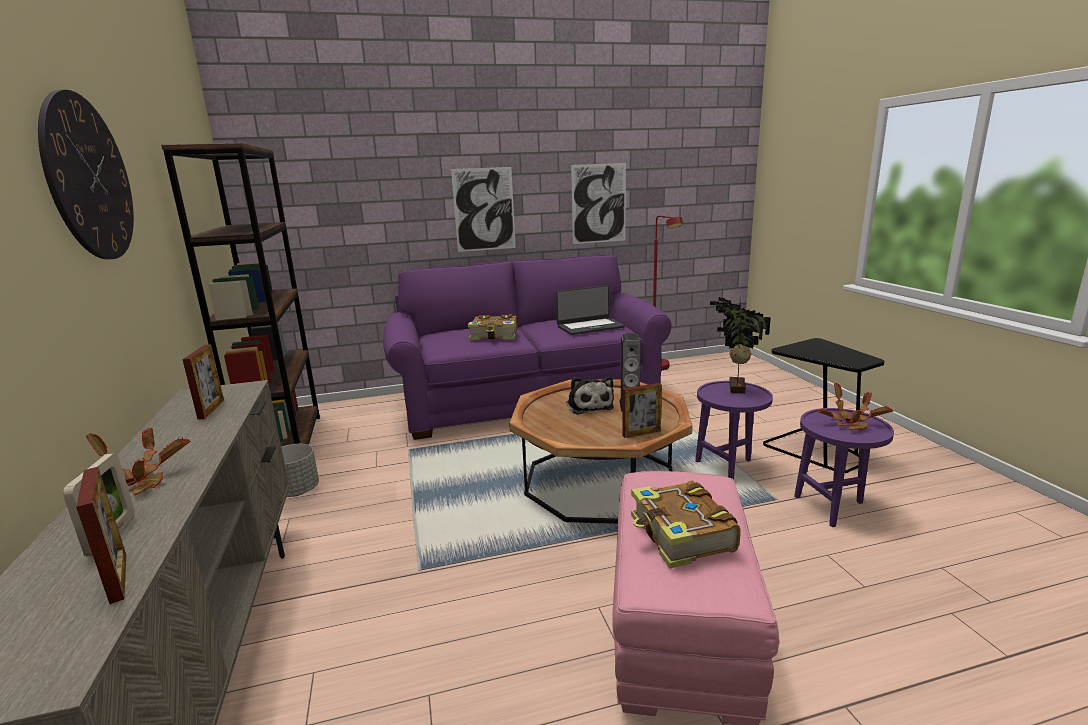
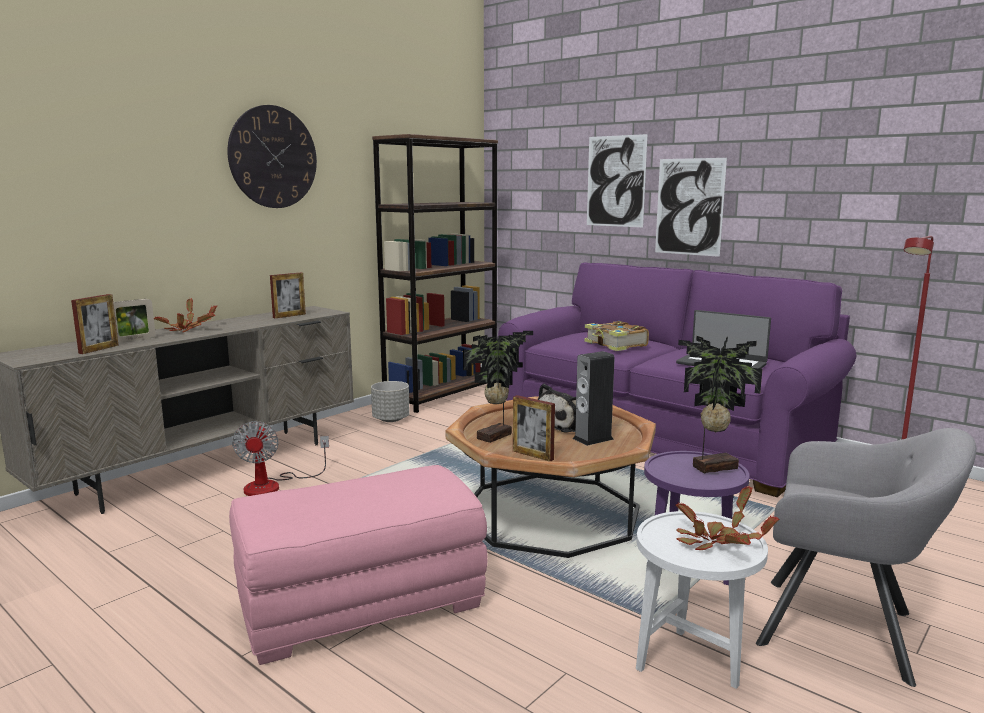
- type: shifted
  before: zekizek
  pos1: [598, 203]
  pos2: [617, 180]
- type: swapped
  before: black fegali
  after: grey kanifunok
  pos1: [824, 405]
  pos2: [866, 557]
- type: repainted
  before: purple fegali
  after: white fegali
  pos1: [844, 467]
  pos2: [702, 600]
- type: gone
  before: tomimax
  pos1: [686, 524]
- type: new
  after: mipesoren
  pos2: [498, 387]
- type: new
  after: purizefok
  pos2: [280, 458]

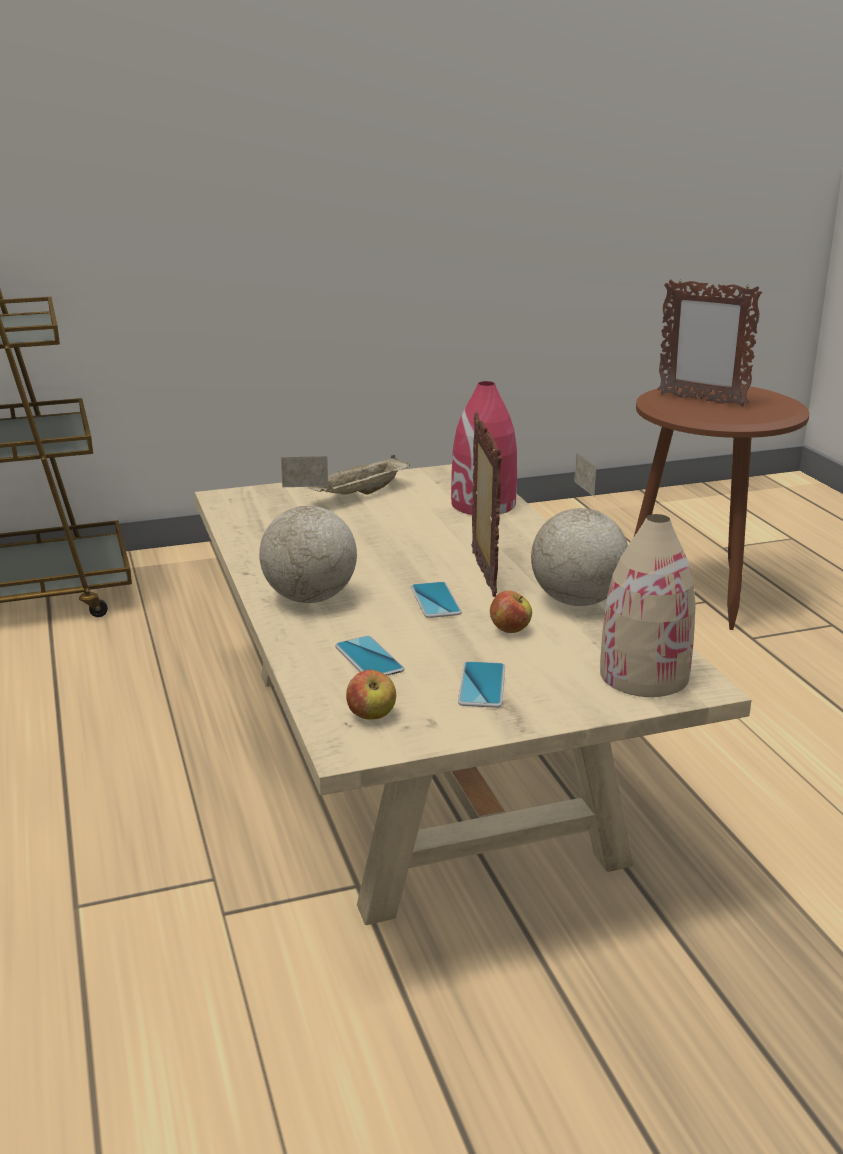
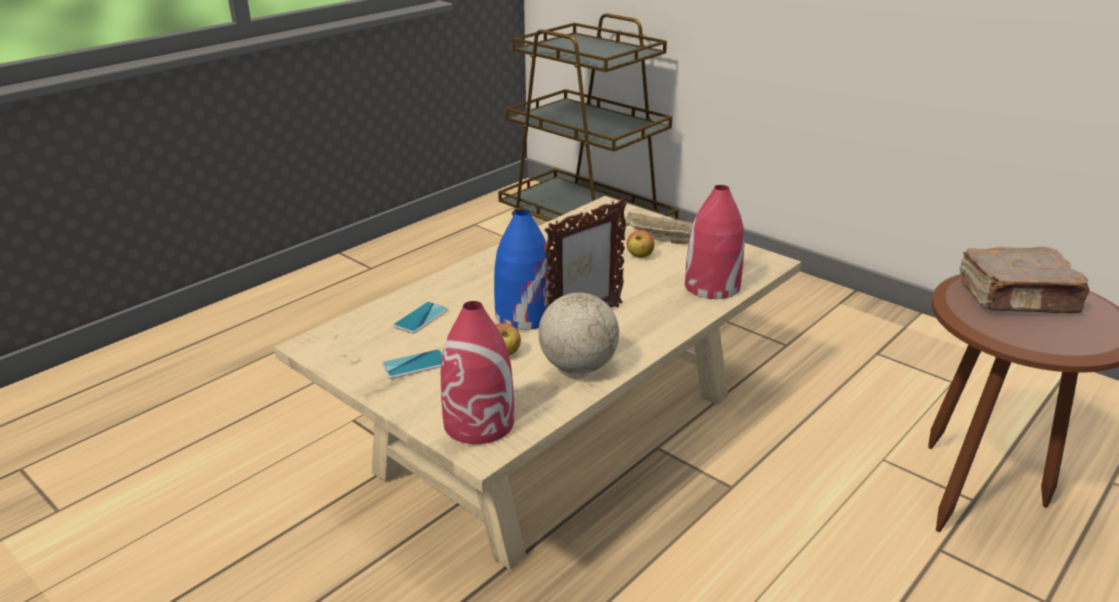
- type: swapped
  before: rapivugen
  after: brown tomimax
  pos1: [710, 343]
  pos2: [1025, 280]
- type: gone
  before: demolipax
  pos1: [308, 529]
- type: repainted
  before: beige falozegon
  after: red falozegon
  pos1: [648, 605]
  pos2: [477, 372]
- type: swapped
  before: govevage
  after: blue falozegon
  pos1: [436, 600]
  pos2: [524, 269]
- type: shifted
  before: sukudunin
  pos1: [371, 694]
  pos2: [641, 244]

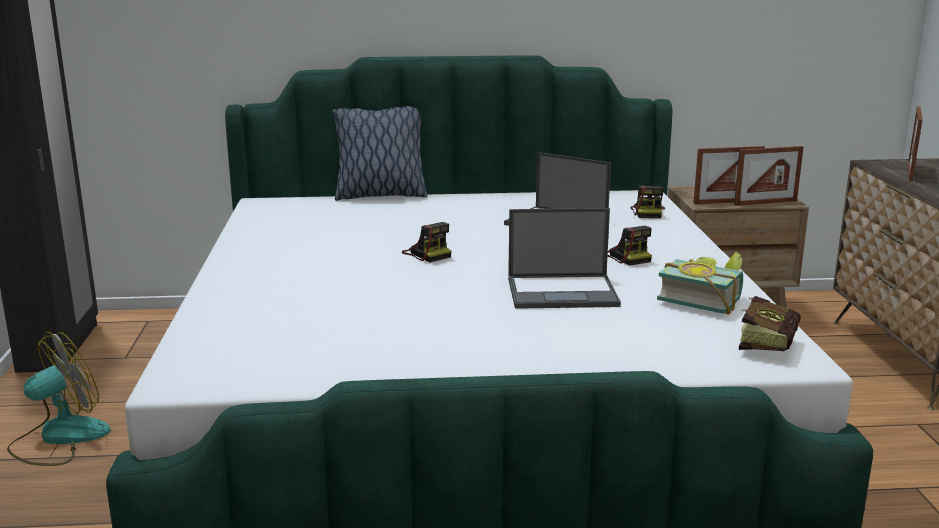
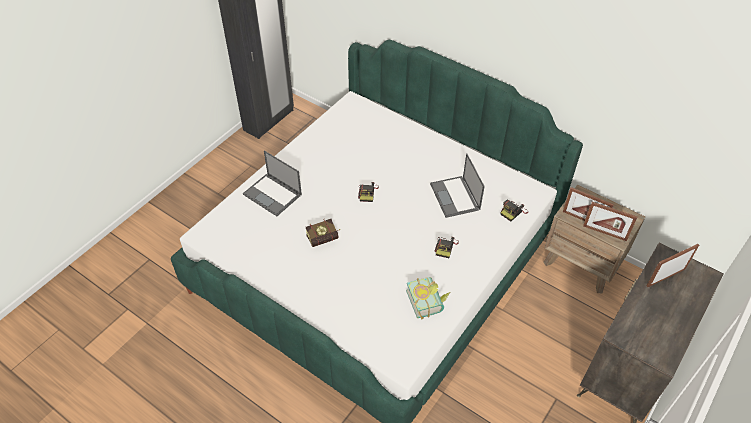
- type: gone
  before: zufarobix
  pos1: [380, 153]
- type: shifted
  before: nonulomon
  pos1: [564, 258]
  pos2: [272, 183]
- type: shifted
  before: tomimax
  pos1: [770, 323]
  pos2: [323, 233]
- type: gone
  before: purizefok
  pos1: [58, 399]

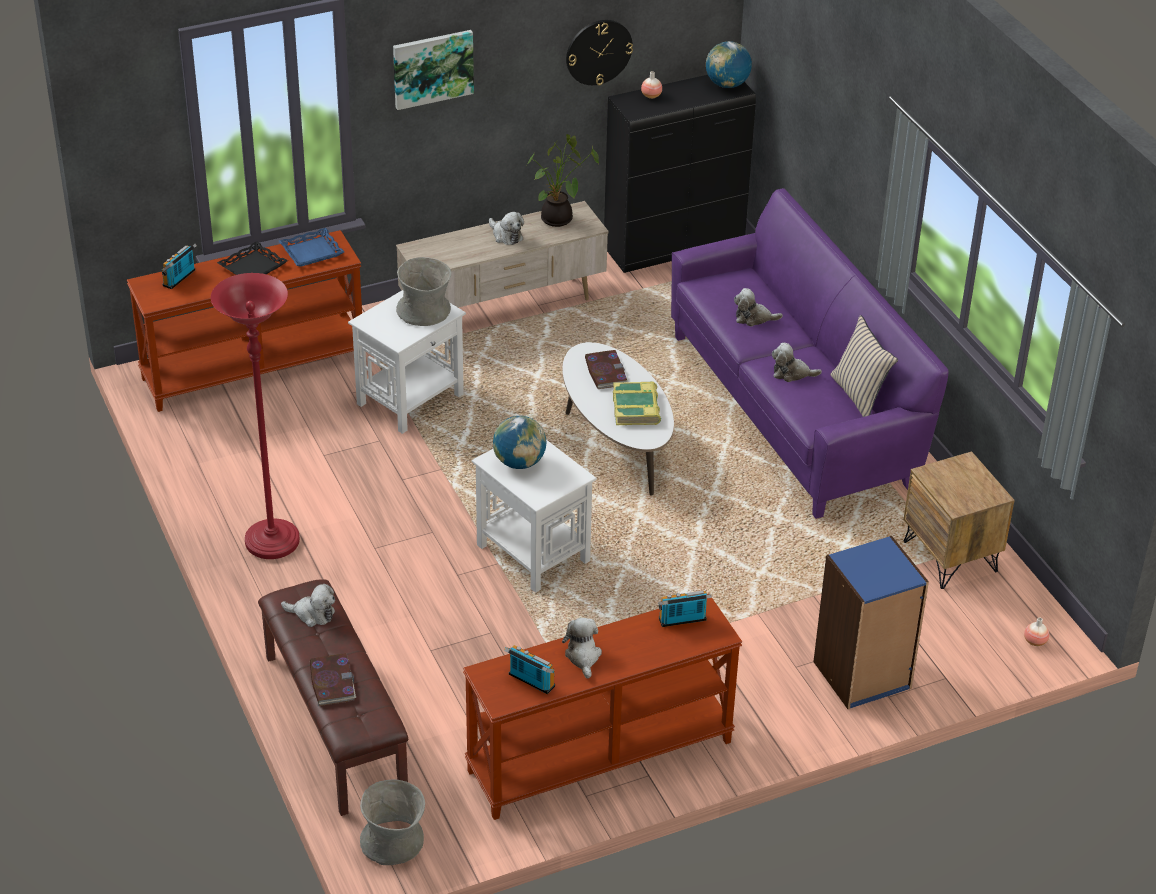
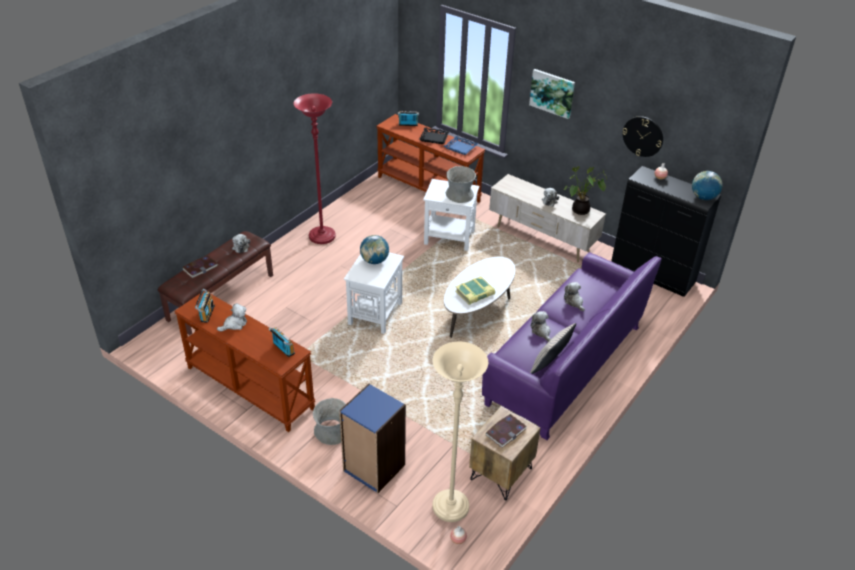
- type: shifted
  before: tomimax
  pos1: [606, 369]
  pos2: [506, 431]
- type: shifted
  before: grey falozegon
  pos1: [392, 822]
  pos2: [329, 421]
- type: new
  after: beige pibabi
  pos2: [460, 432]

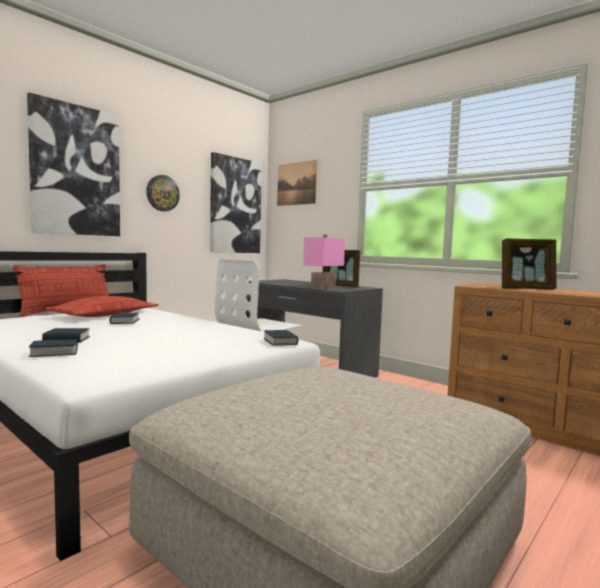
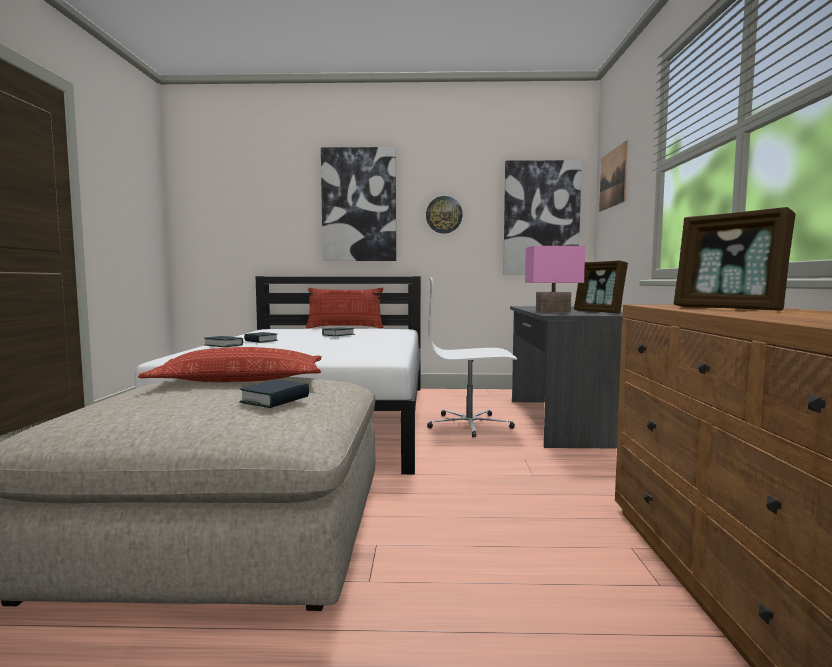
- type: shifted
  before: zufarobix
  pos1: [102, 306]
  pos2: [230, 364]
- type: shifted
  before: tomimax
  pos1: [280, 338]
  pos2: [274, 393]

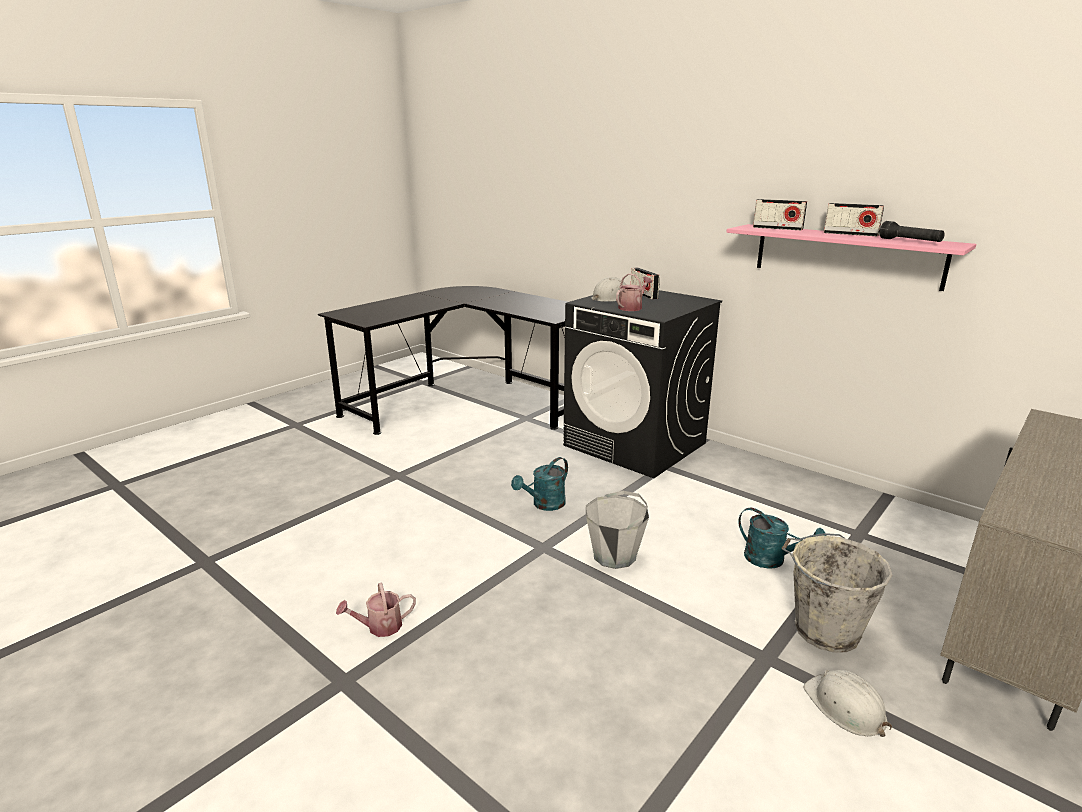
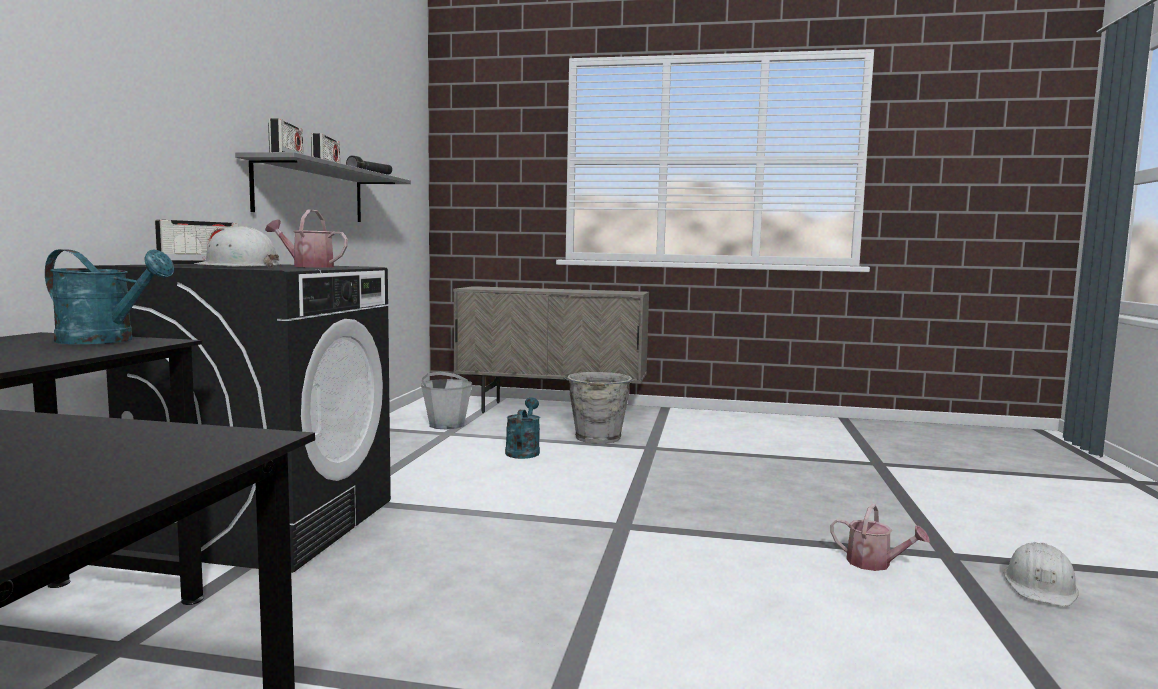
- type: repainted
  before: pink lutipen
  after: grey lutipen
  pos1: [851, 257]
  pos2: [323, 187]
- type: shifted
  before: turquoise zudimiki
  pos1: [539, 484]
  pos2: [109, 296]
- type: shifted
  before: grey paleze
  pos1: [617, 530]
  pos2: [446, 401]
- type: shifted
  before: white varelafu
  pos1: [848, 703]
  pos2: [1041, 574]

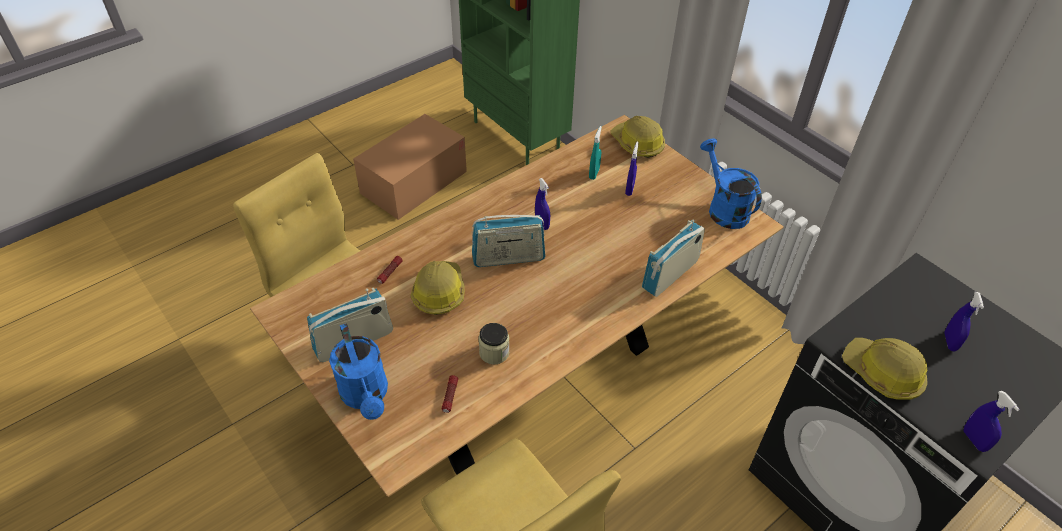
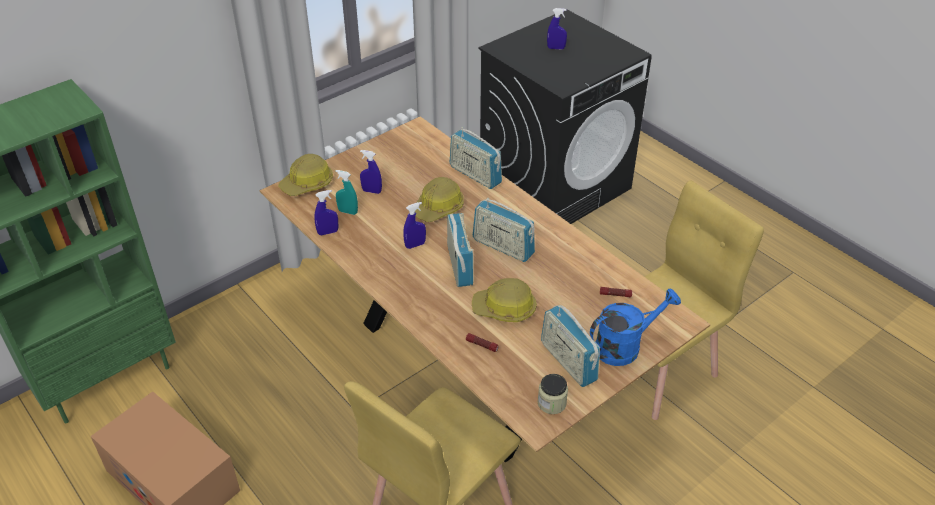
- type: gone
  before: blue zudimiki
  pos1: [731, 184]
- type: shifted
  before: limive
  pos1: [493, 344]
  pos2: [553, 394]
- type: shifted
  before: varelafu
  pos1: [885, 369]
  pos2: [439, 199]
- type: shifted
  before: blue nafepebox
  pos1: [991, 421]
  pos2: [327, 212]
- type: new
  after: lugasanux
  pos2: [504, 230]

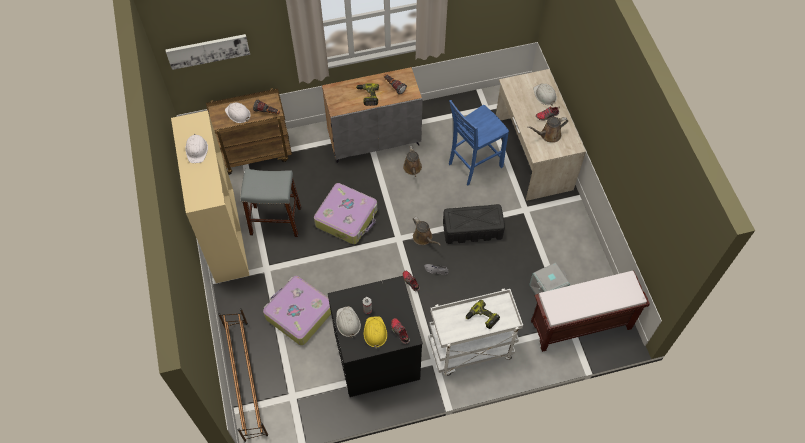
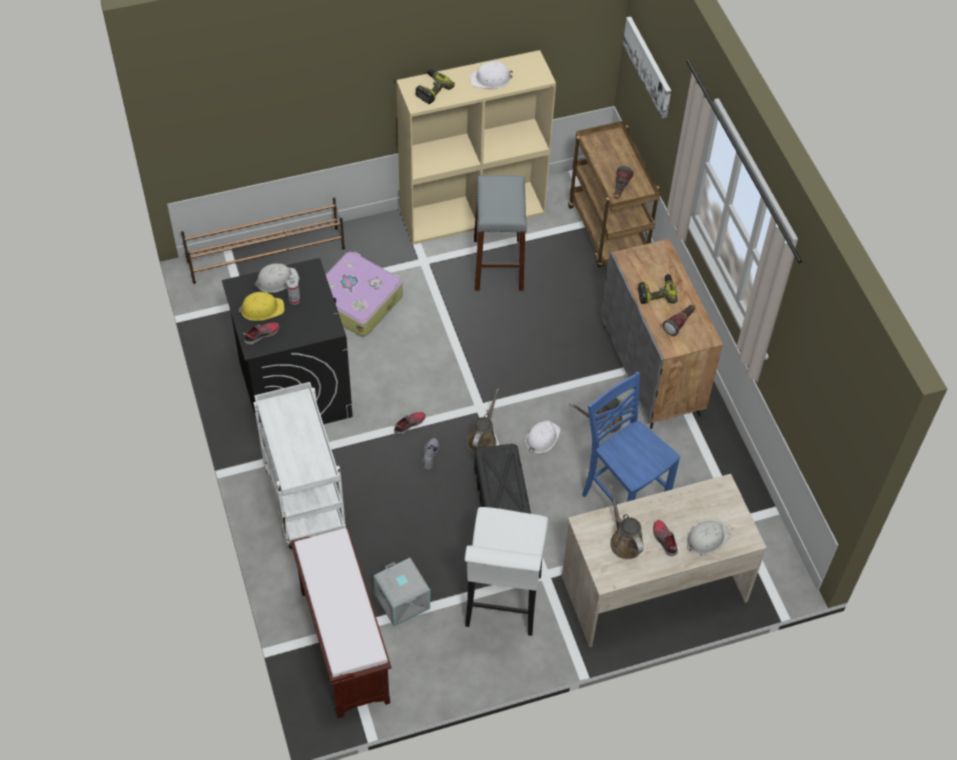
- type: shifted
  before: white varelafu
  pos1: [238, 112]
  pos2: [543, 437]
- type: gone
  before: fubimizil
  pos1: [345, 213]
- type: rotated
  before: brown zudimiki
  pos1: [427, 231]
  pos2: [483, 420]
  turn: 150
- type: shifted
  before: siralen
  pos1: [483, 314]
  pos2: [435, 86]
- type: new
  after: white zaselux
  pos2: [506, 571]

